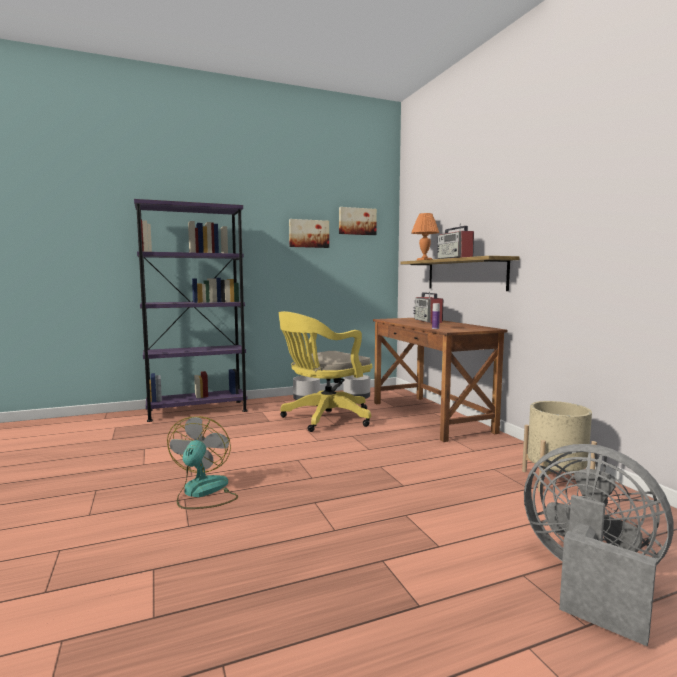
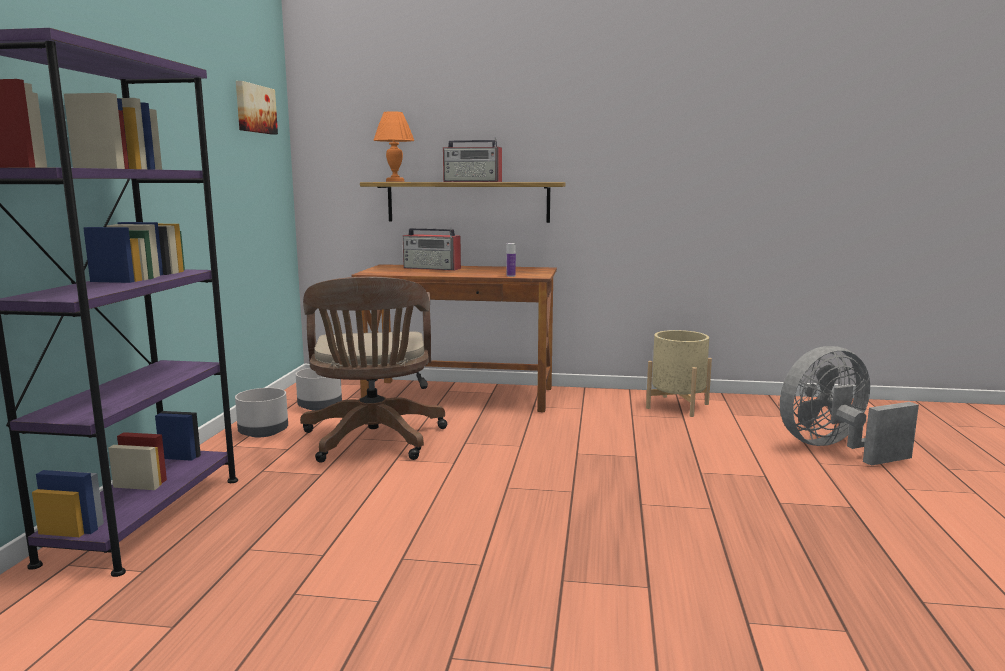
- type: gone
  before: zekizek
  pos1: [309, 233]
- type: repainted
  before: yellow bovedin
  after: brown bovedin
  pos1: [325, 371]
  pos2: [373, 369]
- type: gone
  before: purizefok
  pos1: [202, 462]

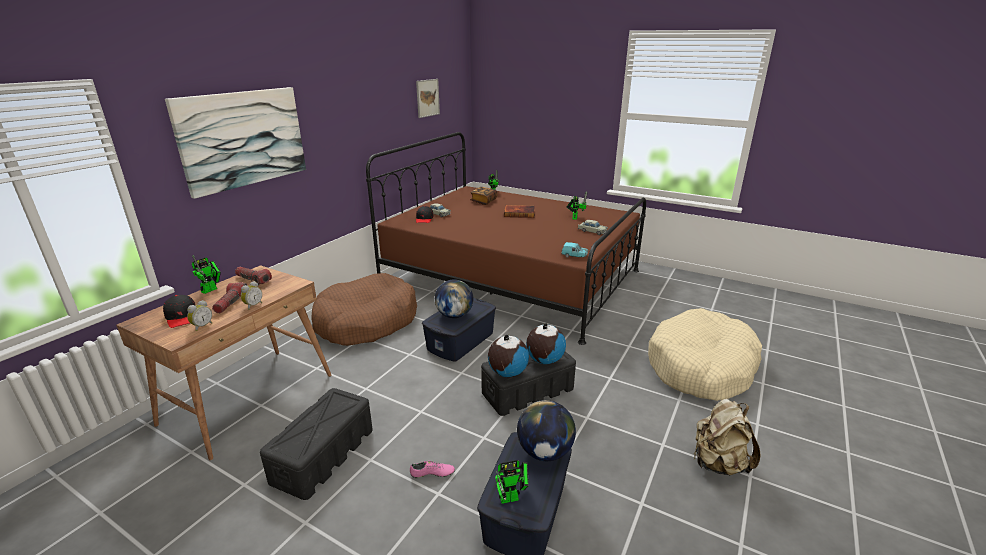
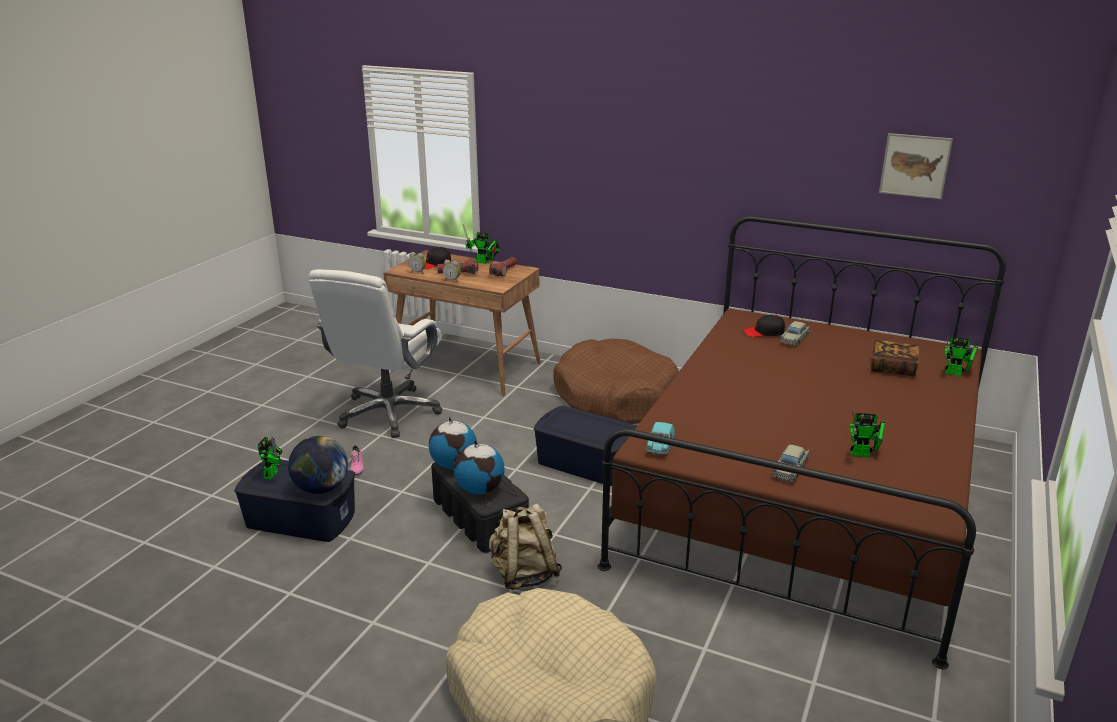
- type: gone
  before: zekizek
  pos1: [235, 143]
- type: gone
  before: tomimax
  pos1: [519, 211]
- type: gone
  before: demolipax
  pos1: [454, 298]
- type: swapped
  before: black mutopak
  after: white bovedin
  pos1: [316, 444]
  pos2: [375, 353]
- type: shifted
  before: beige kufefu
  pos1: [727, 437]
  pos2: [526, 547]
- type: rotated
  before: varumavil
  pos1: [512, 482]
  pos2: [270, 458]
  turn: -150

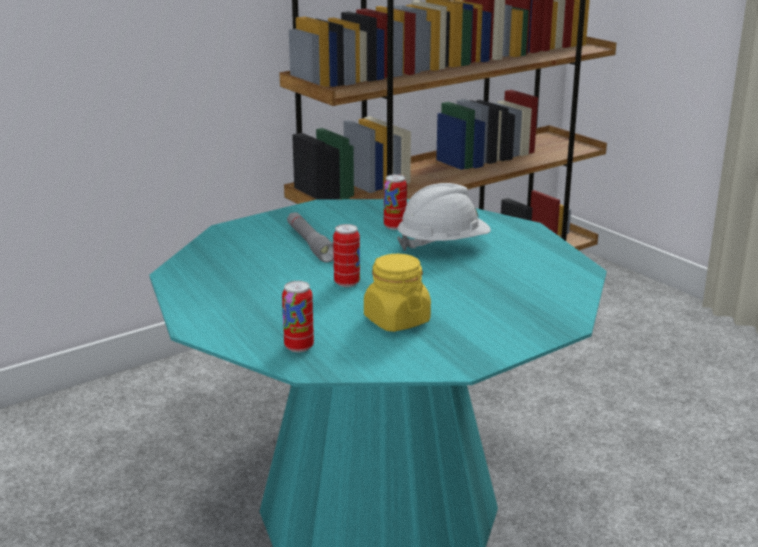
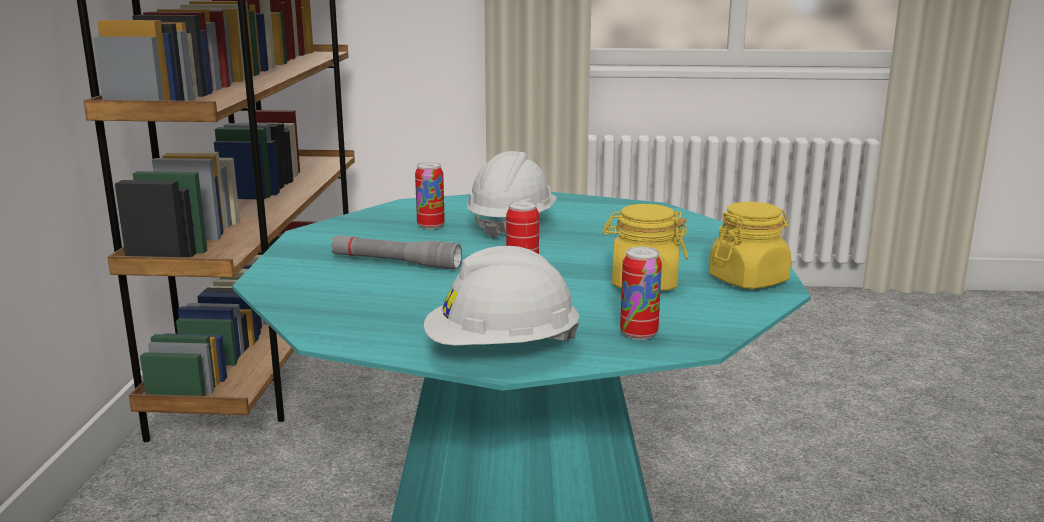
- type: new
  after: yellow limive
  pos2: [750, 245]
- type: new
  after: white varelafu
  pos2: [501, 295]

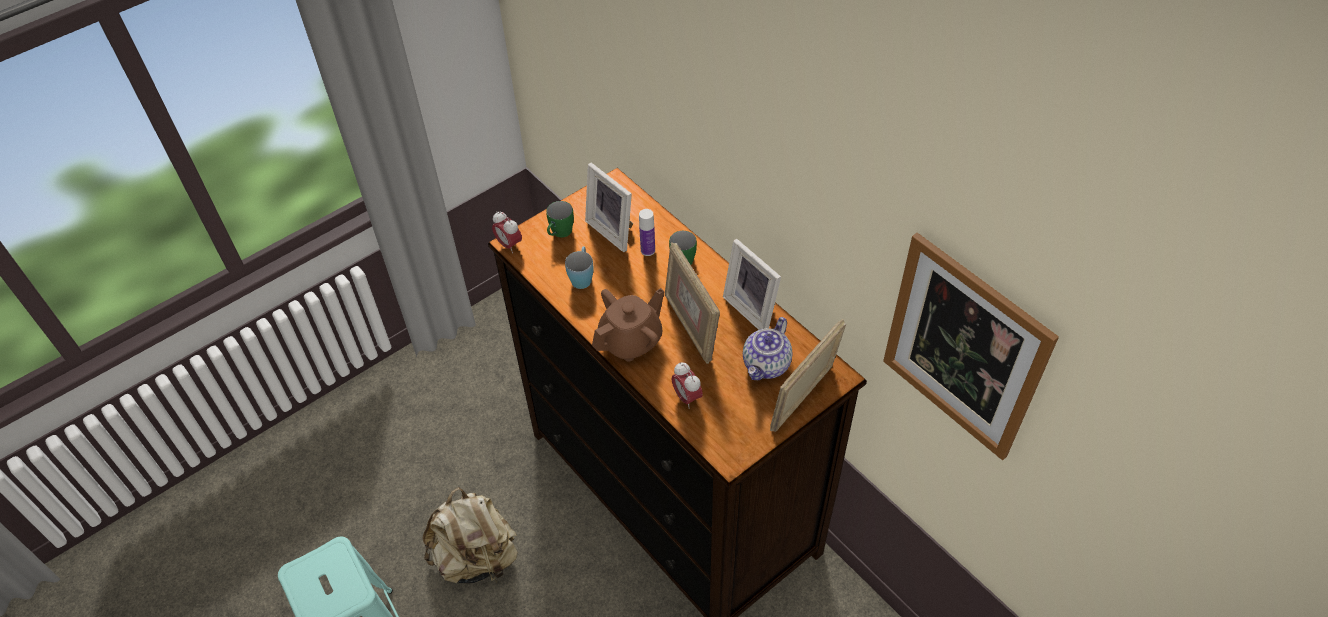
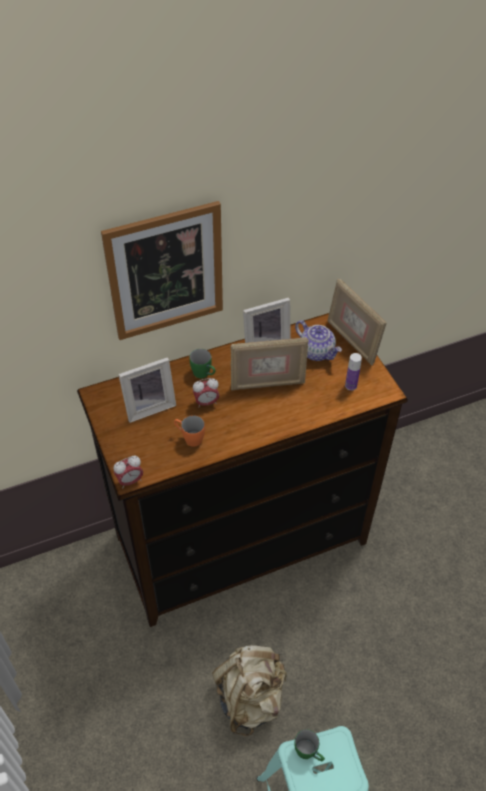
- type: shifted
  before: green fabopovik
  pos1: [560, 219]
  pos2: [309, 745]
- type: shifted
  before: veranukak
  pos1: [647, 232]
  pos2: [353, 372]
- type: shifted
  before: zekizek
  pos1: [971, 346]
  pos2: [162, 270]
- type: repainted
  before: blue fabopovik
  after: orange fabopovik
  pos1: [579, 267]
  pos2: [189, 431]
- type: gone
  before: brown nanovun
  pos1: [628, 325]
- type: shifted
  before: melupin
  pos1: [687, 385]
  pos2: [206, 393]

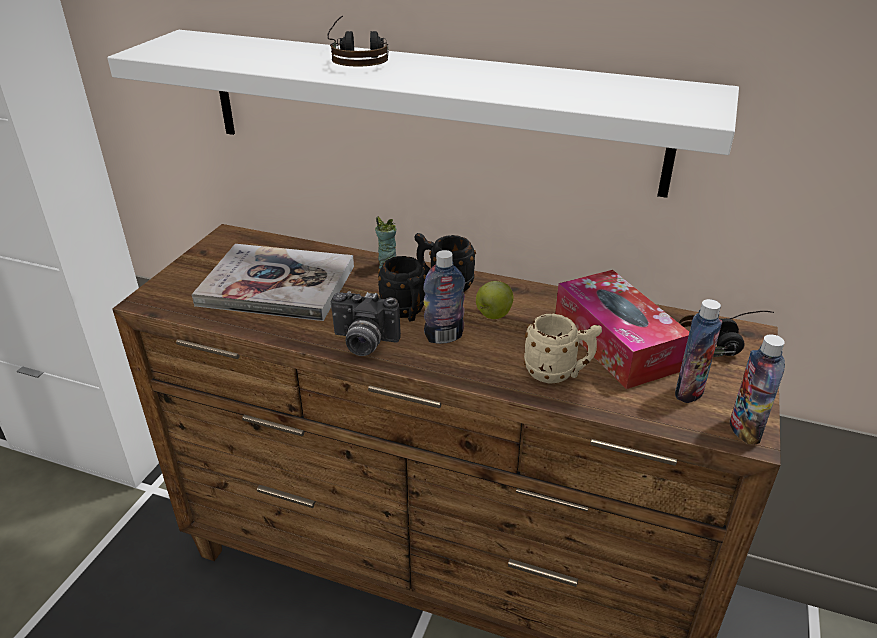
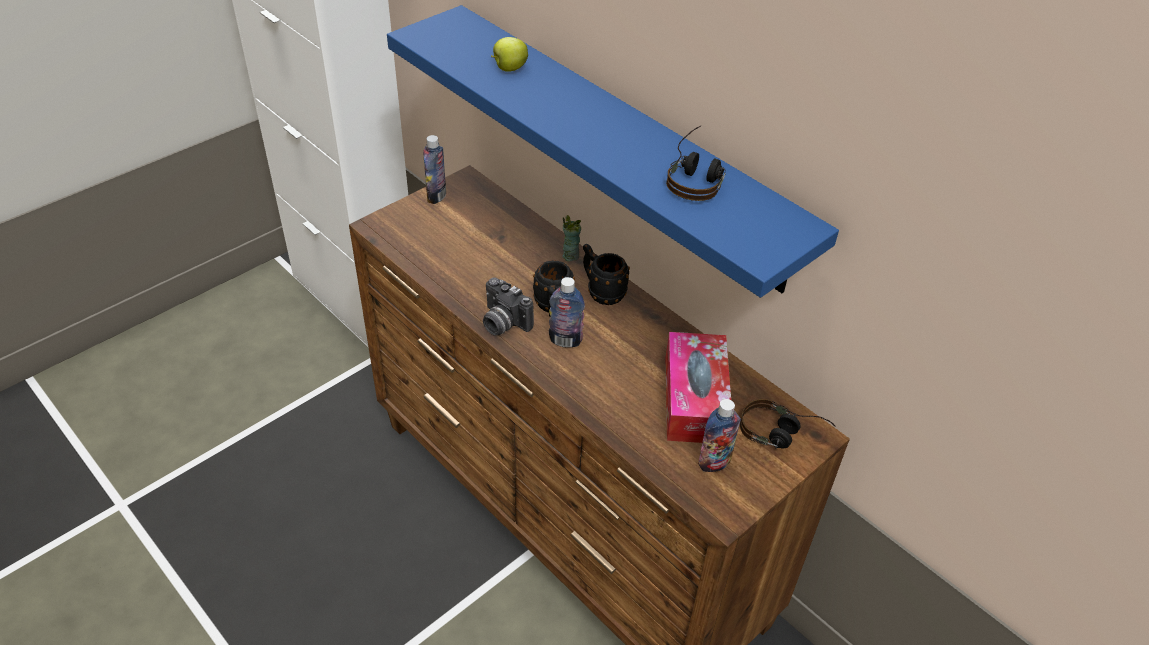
- type: shifted
  before: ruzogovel
  pos1: [358, 41]
  pos2: [696, 163]
- type: repainted
  before: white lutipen
  after: blue lutipen
  pos1: [423, 114]
  pos2: [613, 151]
- type: gone
  before: tomimax
  pos1: [273, 282]
- type: shifted
  before: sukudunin
  pos1: [495, 300]
  pos2: [509, 54]
- type: gone
  before: beige fabopovik
  pos1: [563, 349]
- type: shifted
  before: veranukak
  pos1: [757, 389]
  pos2: [434, 169]

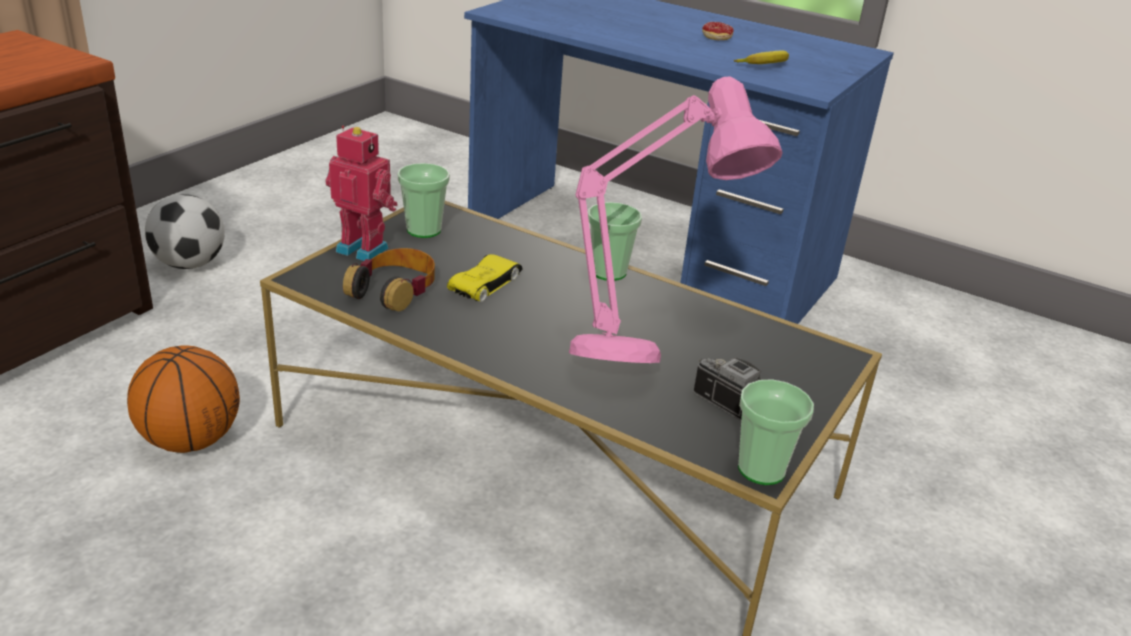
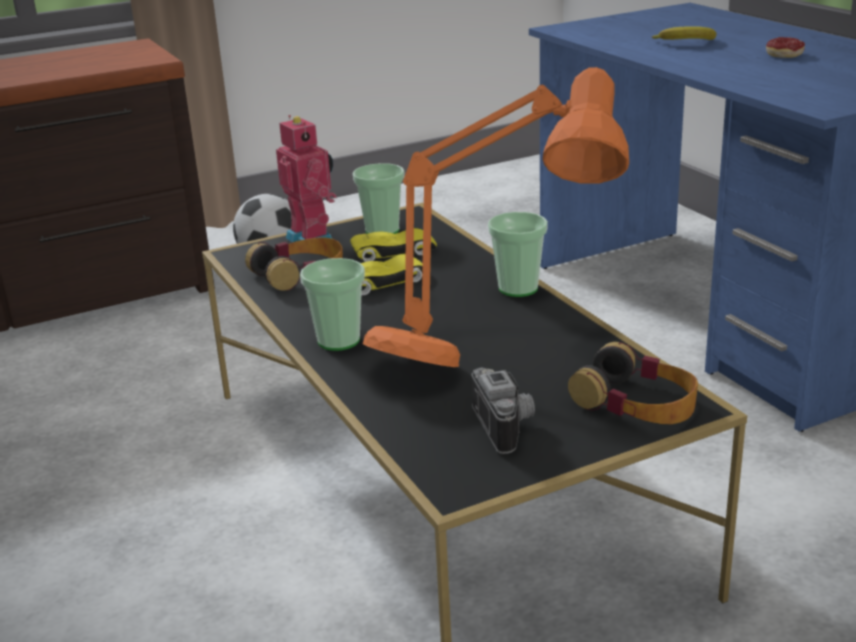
- type: shifted
  before: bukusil
  pos1: [761, 57]
  pos2: [684, 33]
- type: repainted
  before: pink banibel
  after: orange banibel
  pos1: [676, 219]
  pos2: [495, 217]
- type: gone
  before: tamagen
  pos1: [183, 399]
- type: shifted
  before: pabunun
  pos1: [776, 432]
  pos2: [332, 304]
- type: new
  after: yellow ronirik
  pos2: [393, 245]
- type: new
  after: ruzogovel
  pos2: [633, 383]

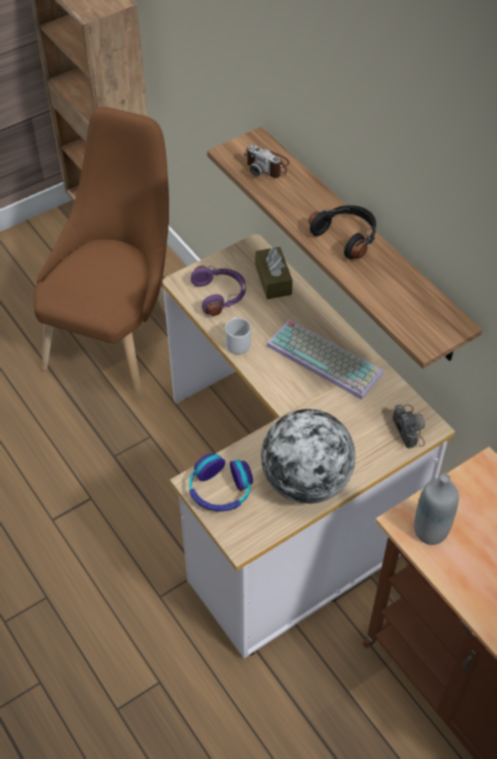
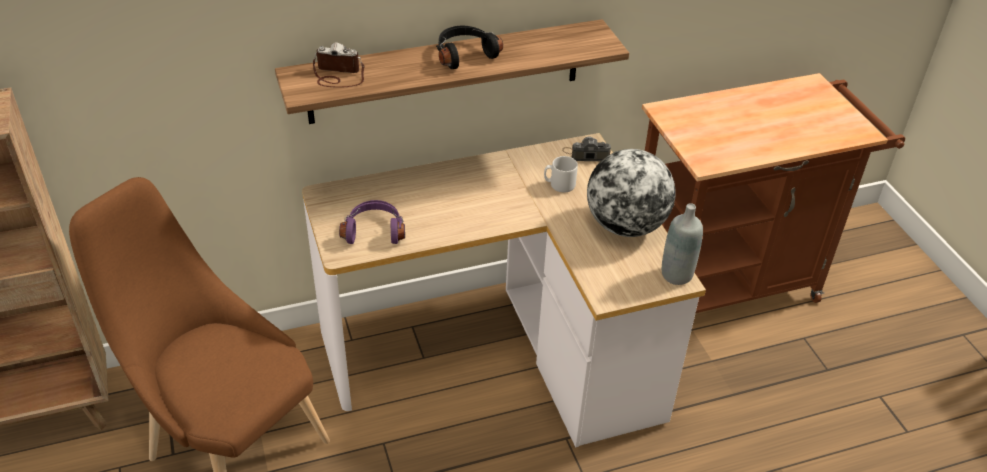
- type: rotated
  before: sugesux
  pos1: [267, 161]
  pos2: [339, 65]
  turn: -135
- type: gone
  before: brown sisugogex
  pos1: [274, 272]
- type: shifted
  before: grey fabopovik
  pos1: [238, 335]
  pos2: [561, 174]
- type: gone
  before: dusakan
  pos1: [325, 359]
- type: gone
  before: ruzogovel
  pos1: [221, 482]
- type: shifted
  before: grey veranukak
  pos1: [436, 509]
  pos2: [682, 244]

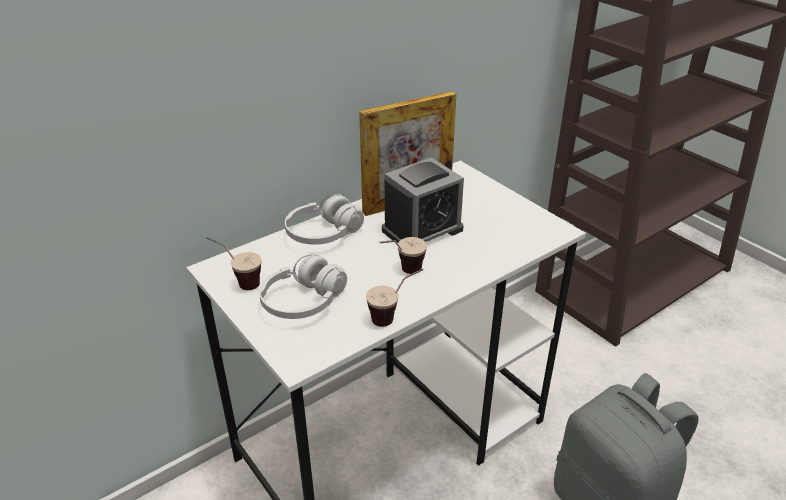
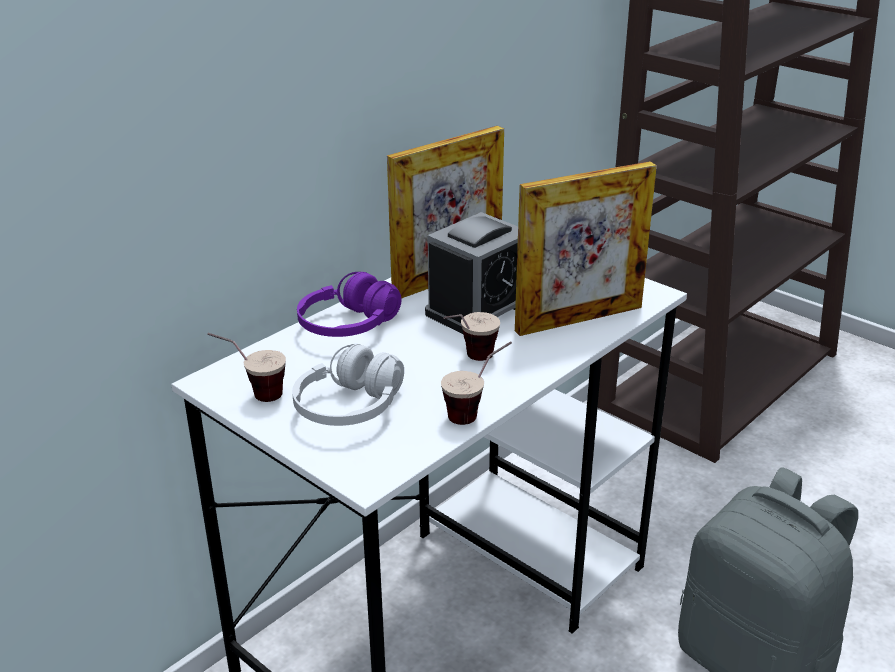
- type: repainted
  before: white ruzogovel
  after: purple ruzogovel
  pos1: [324, 219]
  pos2: [349, 304]
- type: new
  after: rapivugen
  pos2: [586, 248]

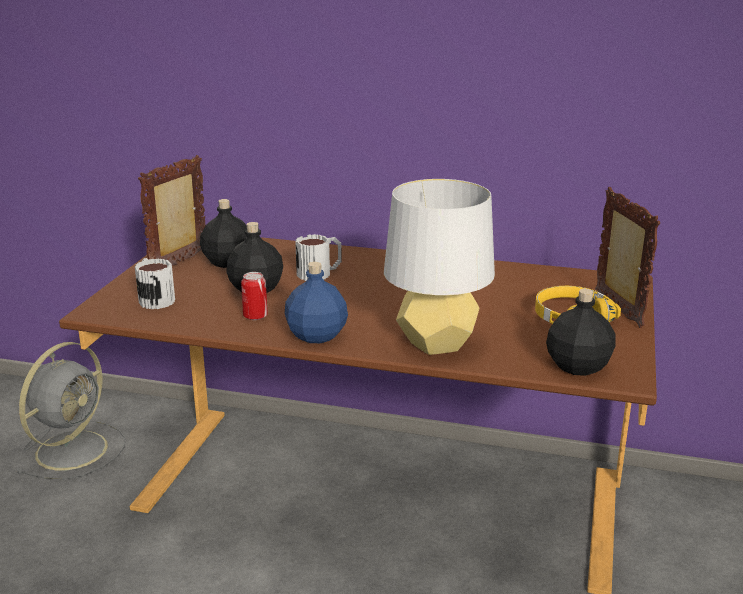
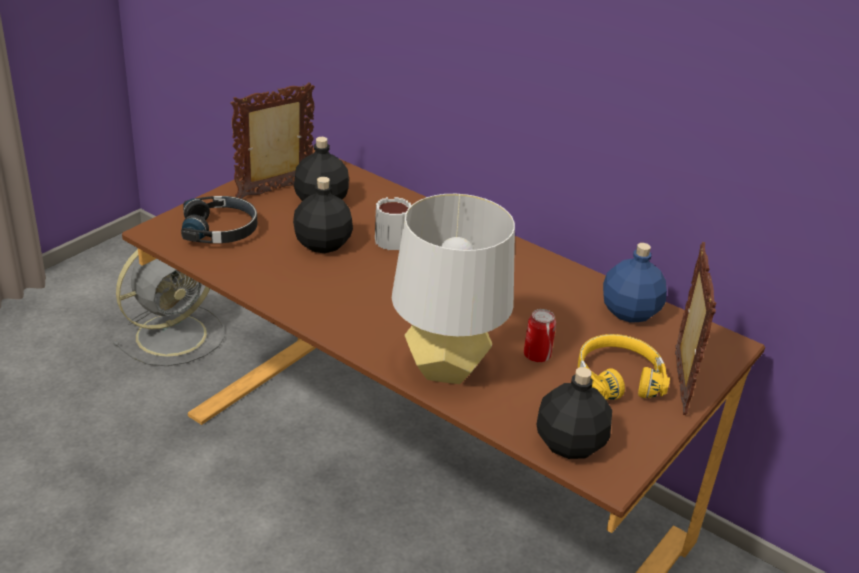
- type: swapped
  before: fabopovik
  after: black ruzogovel
  pos1: [155, 283]
  pos2: [219, 219]
- type: shifted
  before: blue veranukak
  pos1: [316, 302]
  pos2: [635, 283]
- type: shifted
  before: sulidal
  pos1: [254, 296]
  pos2: [540, 335]

